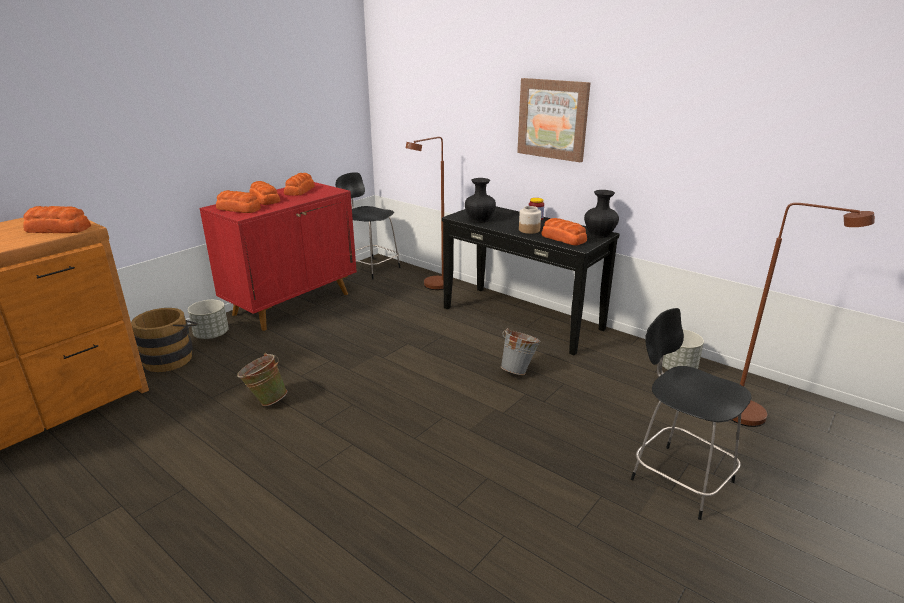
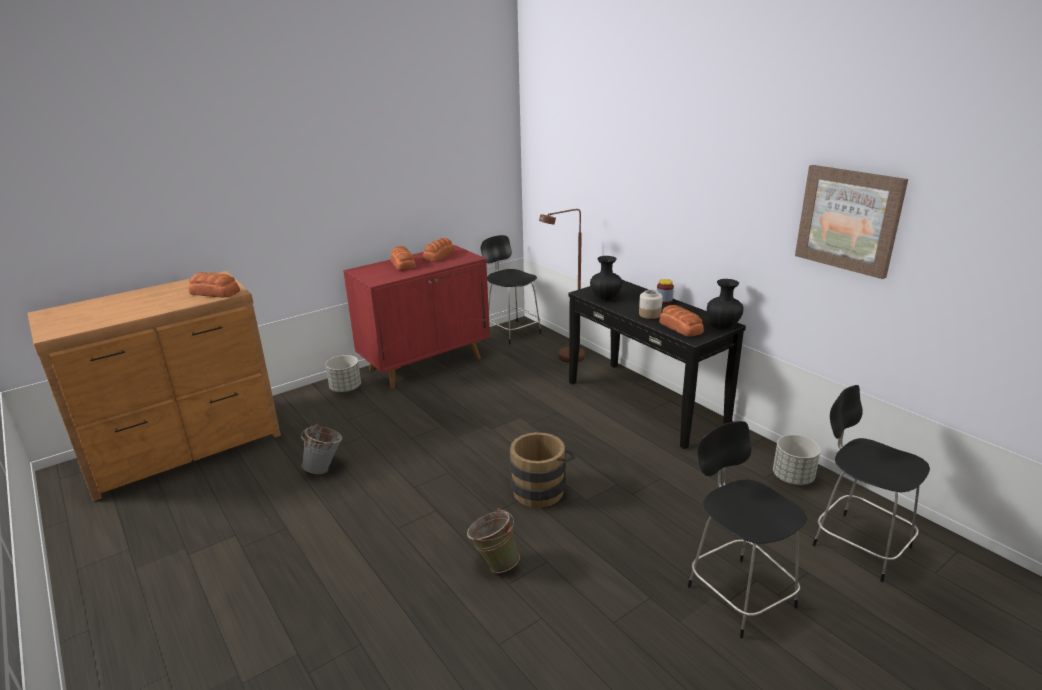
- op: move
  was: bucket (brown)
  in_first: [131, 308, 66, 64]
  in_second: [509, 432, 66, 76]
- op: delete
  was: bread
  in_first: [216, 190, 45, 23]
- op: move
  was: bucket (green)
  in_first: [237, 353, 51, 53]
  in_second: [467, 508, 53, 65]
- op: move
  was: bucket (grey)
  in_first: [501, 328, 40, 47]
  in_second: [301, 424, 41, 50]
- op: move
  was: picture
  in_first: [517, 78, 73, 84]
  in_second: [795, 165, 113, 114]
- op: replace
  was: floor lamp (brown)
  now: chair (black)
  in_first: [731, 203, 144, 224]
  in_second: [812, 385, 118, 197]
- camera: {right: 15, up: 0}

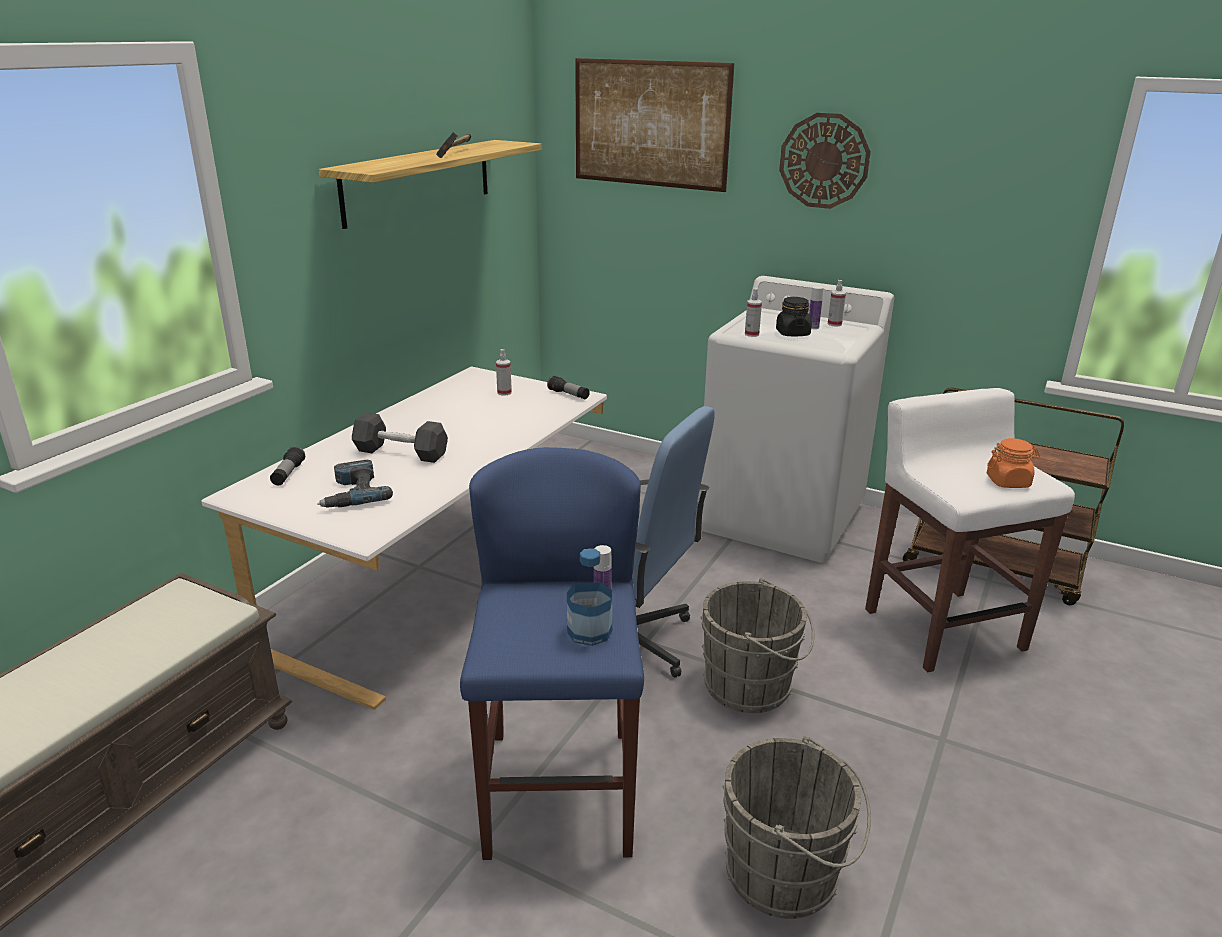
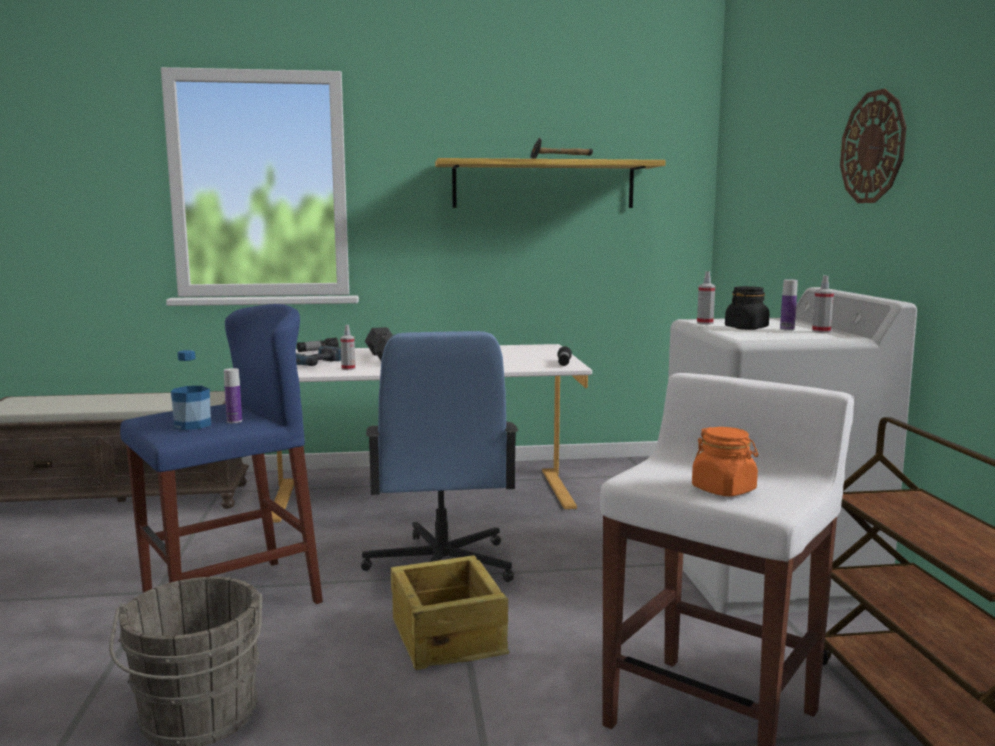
- op: move
  was: spray bottle
  in_first: [496, 349, 16, 47]
  in_second: [340, 325, 15, 45]
- op: delete
  was: picture
  in_first: [575, 58, 159, 134]
- op: replace
  was: bucket (grey)
  now: crate
  in_first: [700, 578, 114, 135]
  in_second: [391, 555, 118, 115]
- camera: {right: 55, up: -15}

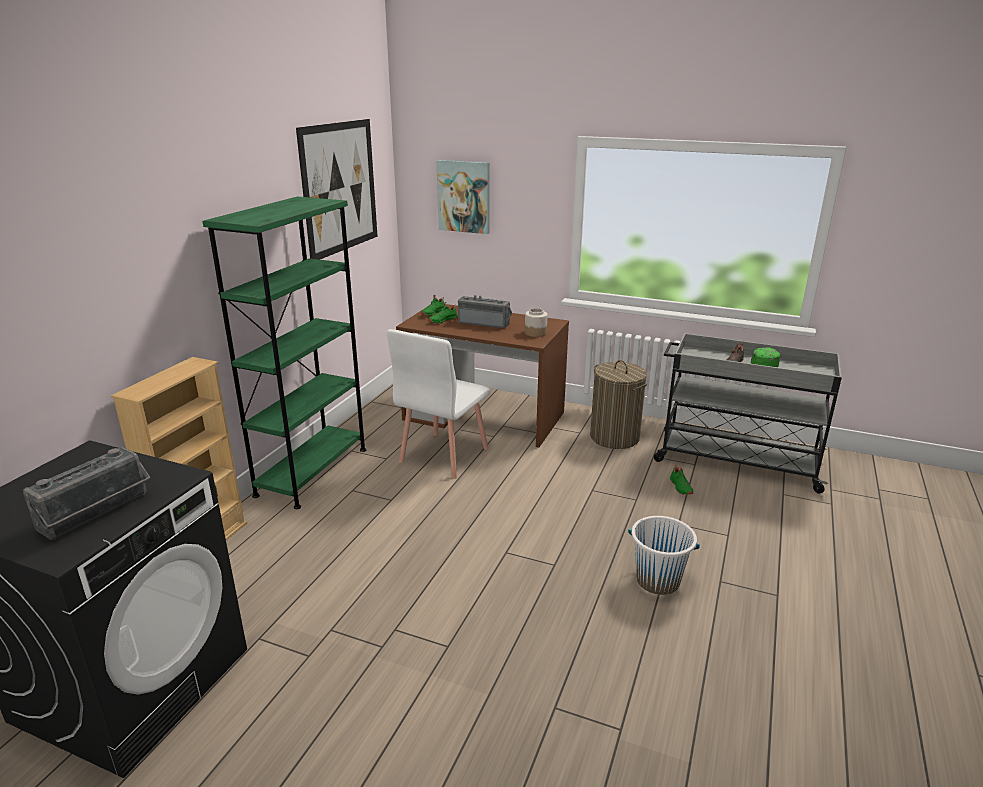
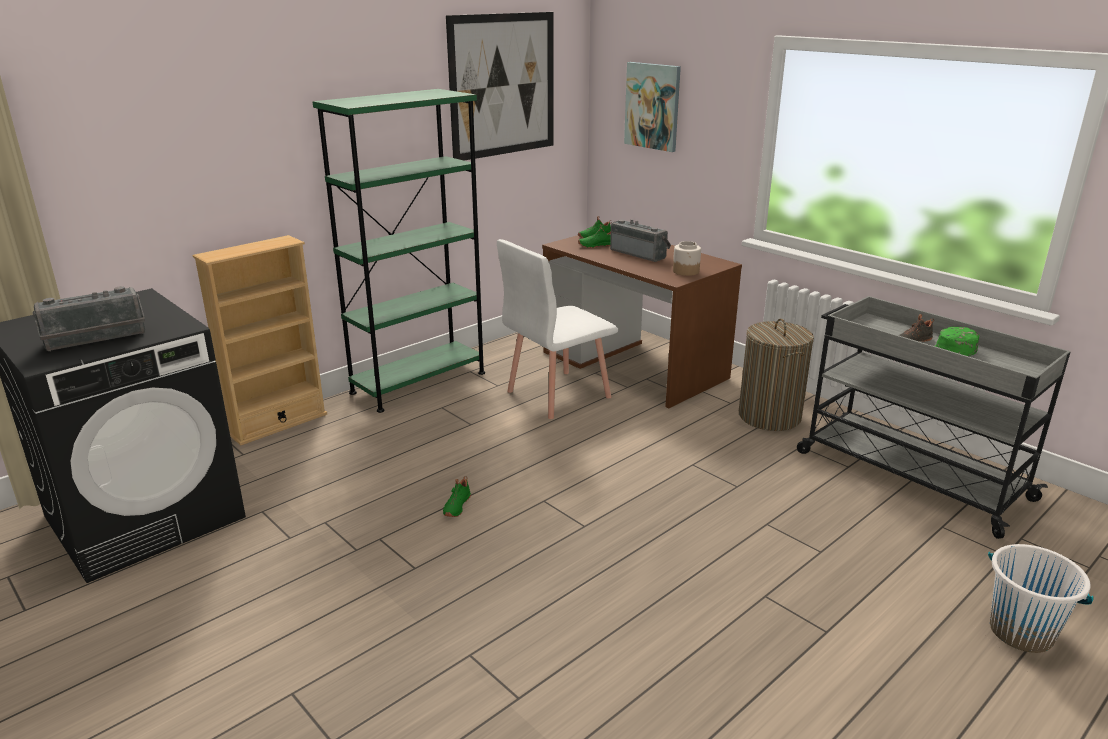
- op: move
  was: bucket (white)
  in_first: [628, 516, 72, 79]
  in_second: [988, 544, 105, 109]
- op: move
  was: shoe (green)
  in_first: [670, 465, 23, 30]
  in_second: [443, 476, 28, 41]
- camera: {right: 25, up: 0}

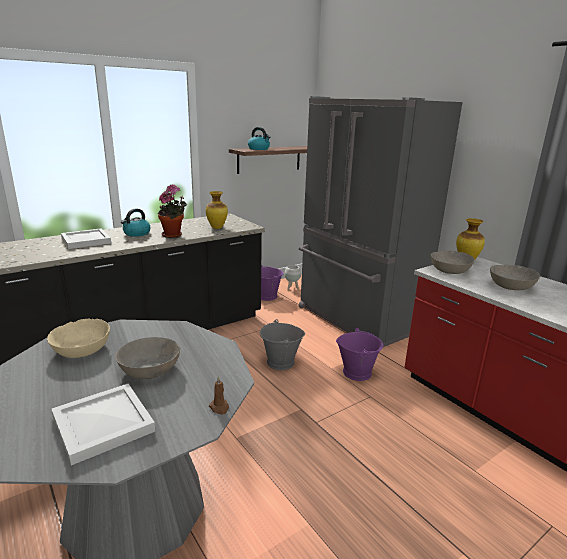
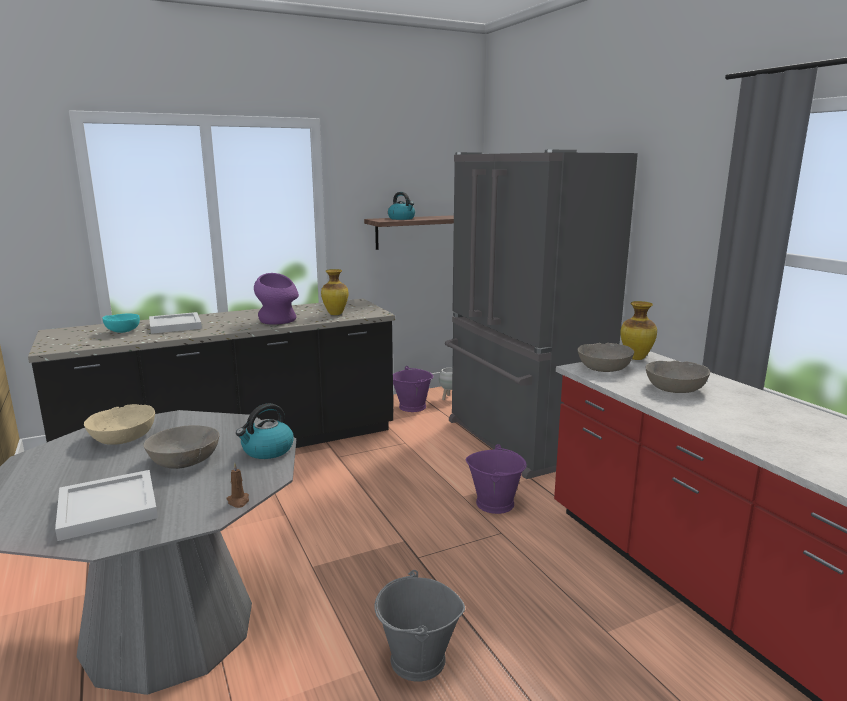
- op: move
  was: kettle
  in_first: [121, 208, 30, 29]
  in_second: [236, 403, 58, 56]
- op: replace
  was: potted plant
  now: vase (purple)
  in_first: [158, 184, 29, 54]
  in_second: [254, 273, 45, 52]
- op: move
  was: bucket (grey)
  in_first: [260, 319, 45, 51]
  in_second: [374, 570, 91, 112]
- op: insert
  now: bowl (turquoise)
  in_second: [102, 314, 38, 19]
- camera: {right: 10, up: -5}

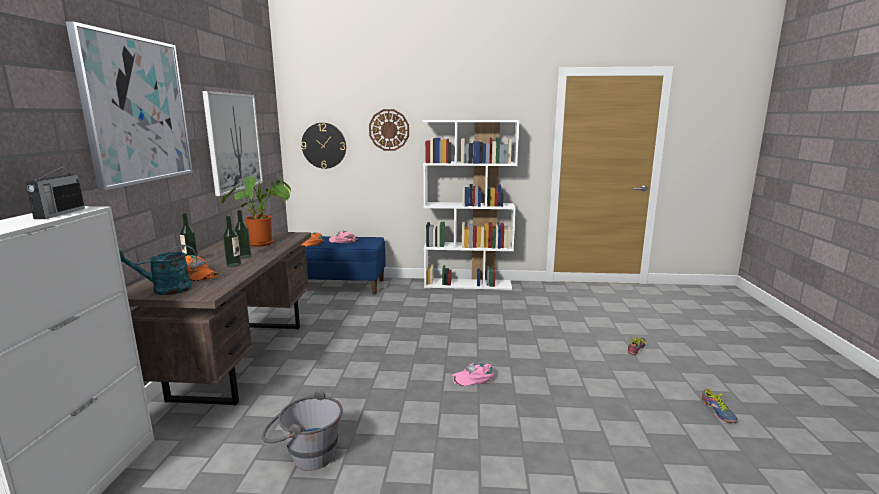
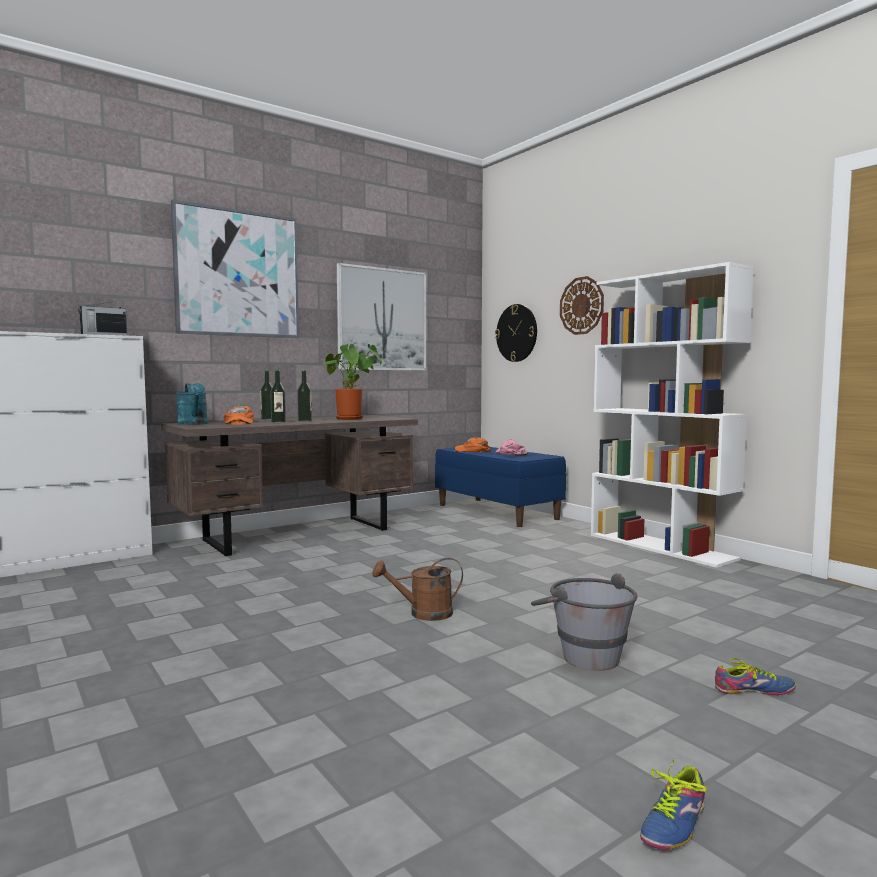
- op: rotate
  was: watering can (turquoise)
  in_first: [119, 245, 78, 50]
  in_second: [176, 383, 32, 42]
  clockwise: -150
- op: move
  was: bucket (grey)
  in_first: [262, 390, 81, 81]
  in_second: [531, 573, 106, 98]
- op: replace
  was: cap (pink)
  now: watering can (brown)
  in_first: [452, 363, 42, 23]
  in_second: [372, 558, 91, 63]
- camera: {right: 50, up: -10}

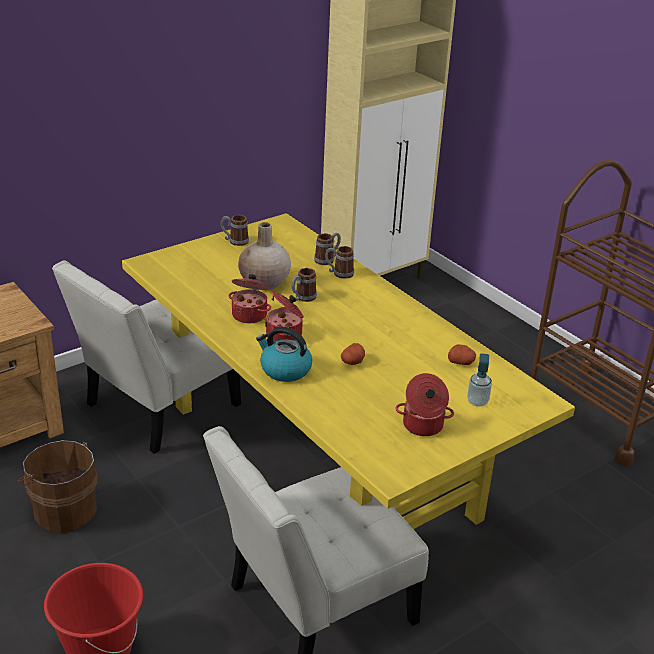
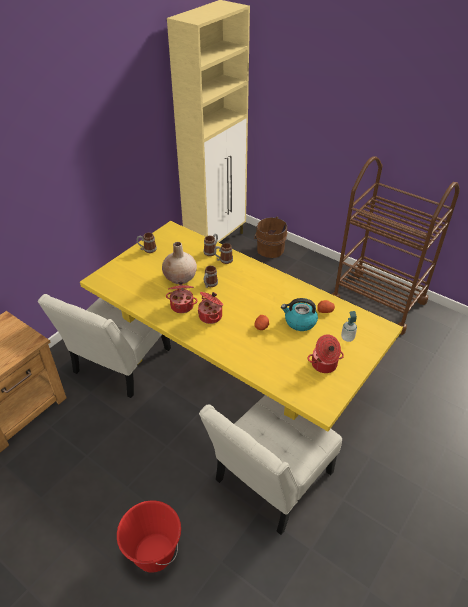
- op: move
  was: bucket (brown)
  in_first: [17, 440, 80, 93]
  in_second: [254, 216, 33, 42]
- op: move
  was: kettle
  in_first: [256, 327, 56, 55]
  in_second: [281, 298, 37, 33]
- camera: {right: -15, up: 10}

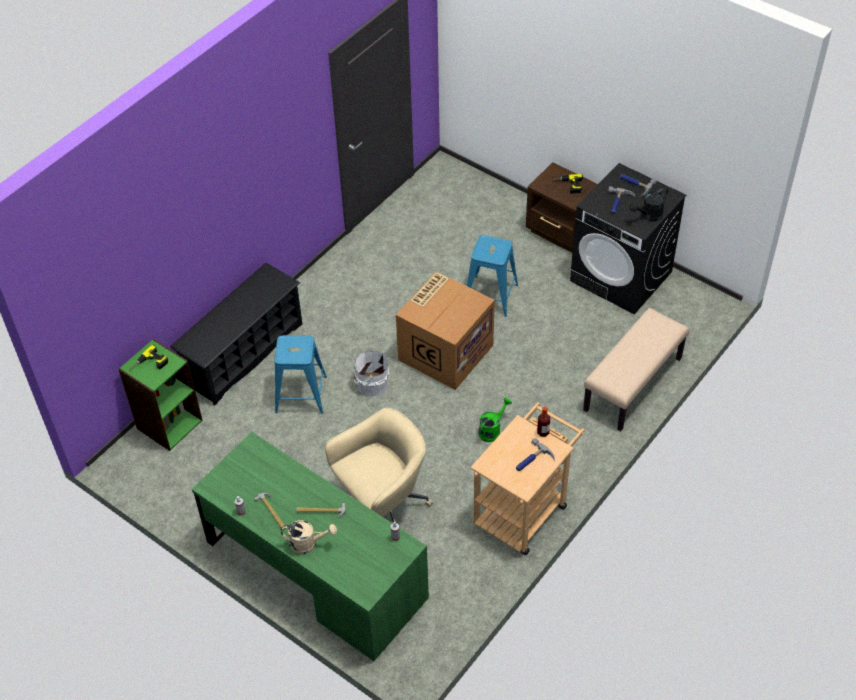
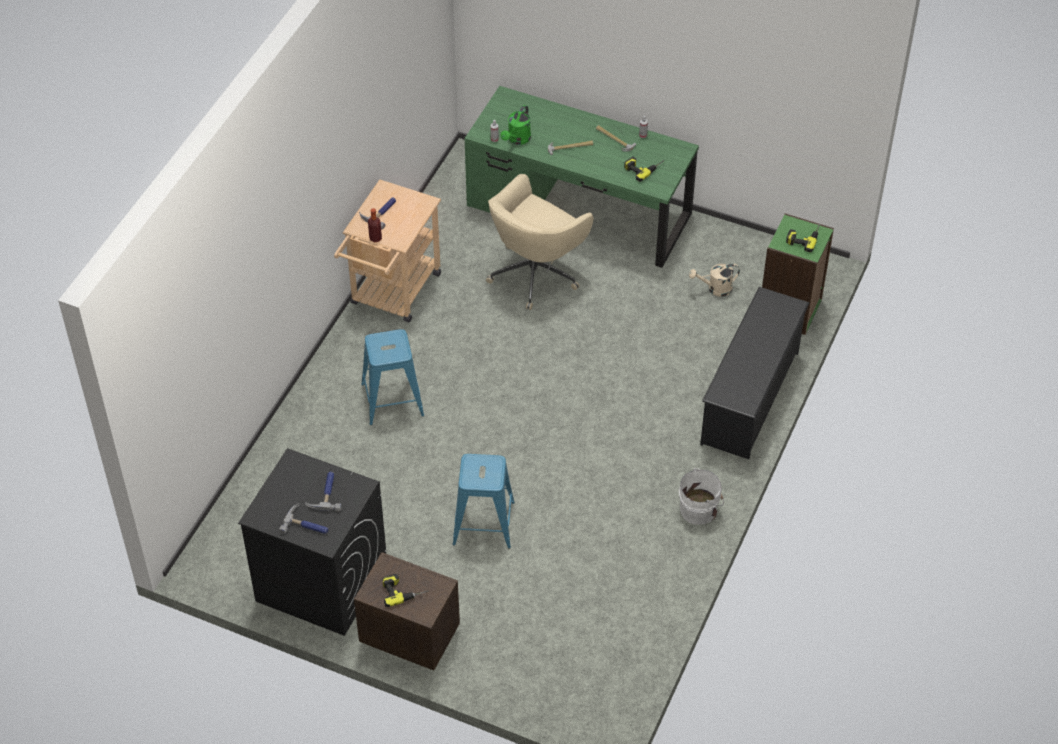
- op: move
  was: stool (blue)
  in_first: [275, 335, 52, 79]
  in_second: [361, 329, 63, 96]
- op: move
  was: watering can (beige)
  in_first: [281, 520, 56, 35]
  in_second: [689, 264, 51, 33]
- op: move
  was: bucket (white)
  in_first: [354, 349, 35, 47]
  in_second: [679, 468, 45, 57]
- op: delete
  was: cardboard box
  in_first: [396, 271, 99, 119]
- op: move
  was: watering can (green)
  in_first: [478, 398, 34, 44]
  in_second: [501, 105, 30, 40]
- op: delete
  was: bench (beige)
  in_first: [583, 308, 106, 123]
- op: delete
  was: watering can (black)
  in_first: [630, 188, 38, 33]
- op: insert
  now: power drill
  in_second: [624, 157, 40, 25]
- camera: {right: 165, up: 0}

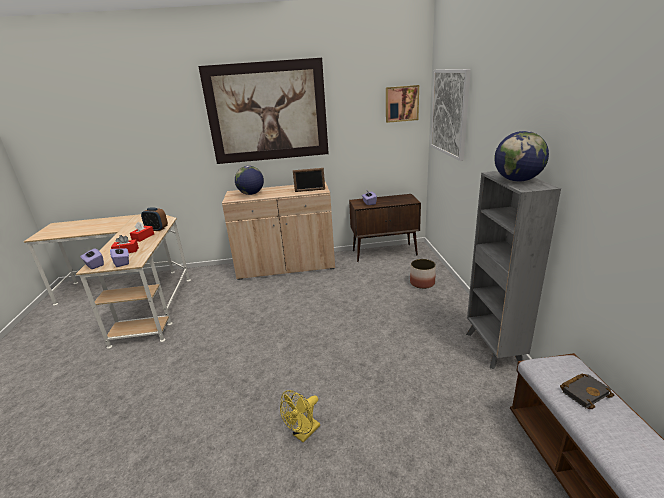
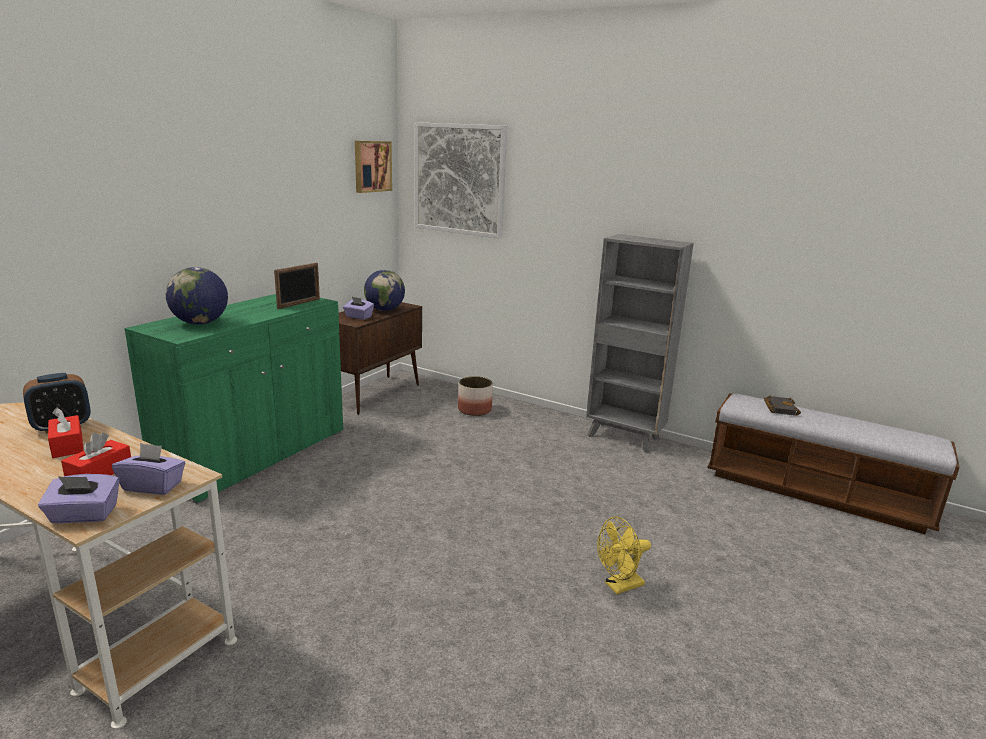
- op: delete
  was: picture
  in_first: [198, 58, 131, 106]
- op: recolor
  was: cabinet (beige)
  now: cabinet (green)
  in_first: [222, 182, 113, 98]
  in_second: [124, 294, 219, 210]
- op: rotate
  was: fan (yellow)
  in_first: [280, 390, 40, 52]
  in_second: [597, 517, 54, 77]
  clockwise: 75
- op: move
  was: globe
  in_first: [494, 131, 55, 51]
  in_second: [364, 270, 41, 41]
- camera: {right: -55, up: -5}

